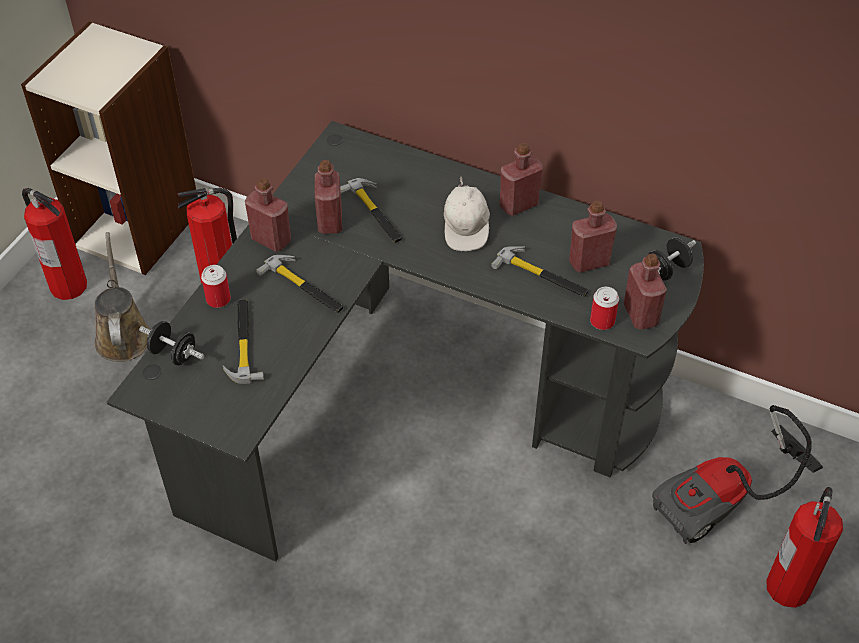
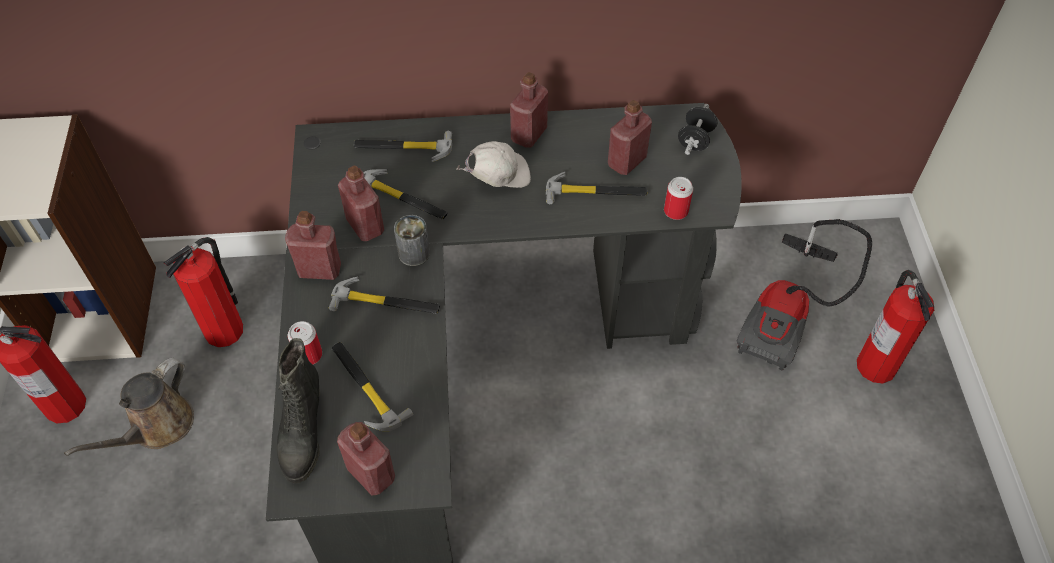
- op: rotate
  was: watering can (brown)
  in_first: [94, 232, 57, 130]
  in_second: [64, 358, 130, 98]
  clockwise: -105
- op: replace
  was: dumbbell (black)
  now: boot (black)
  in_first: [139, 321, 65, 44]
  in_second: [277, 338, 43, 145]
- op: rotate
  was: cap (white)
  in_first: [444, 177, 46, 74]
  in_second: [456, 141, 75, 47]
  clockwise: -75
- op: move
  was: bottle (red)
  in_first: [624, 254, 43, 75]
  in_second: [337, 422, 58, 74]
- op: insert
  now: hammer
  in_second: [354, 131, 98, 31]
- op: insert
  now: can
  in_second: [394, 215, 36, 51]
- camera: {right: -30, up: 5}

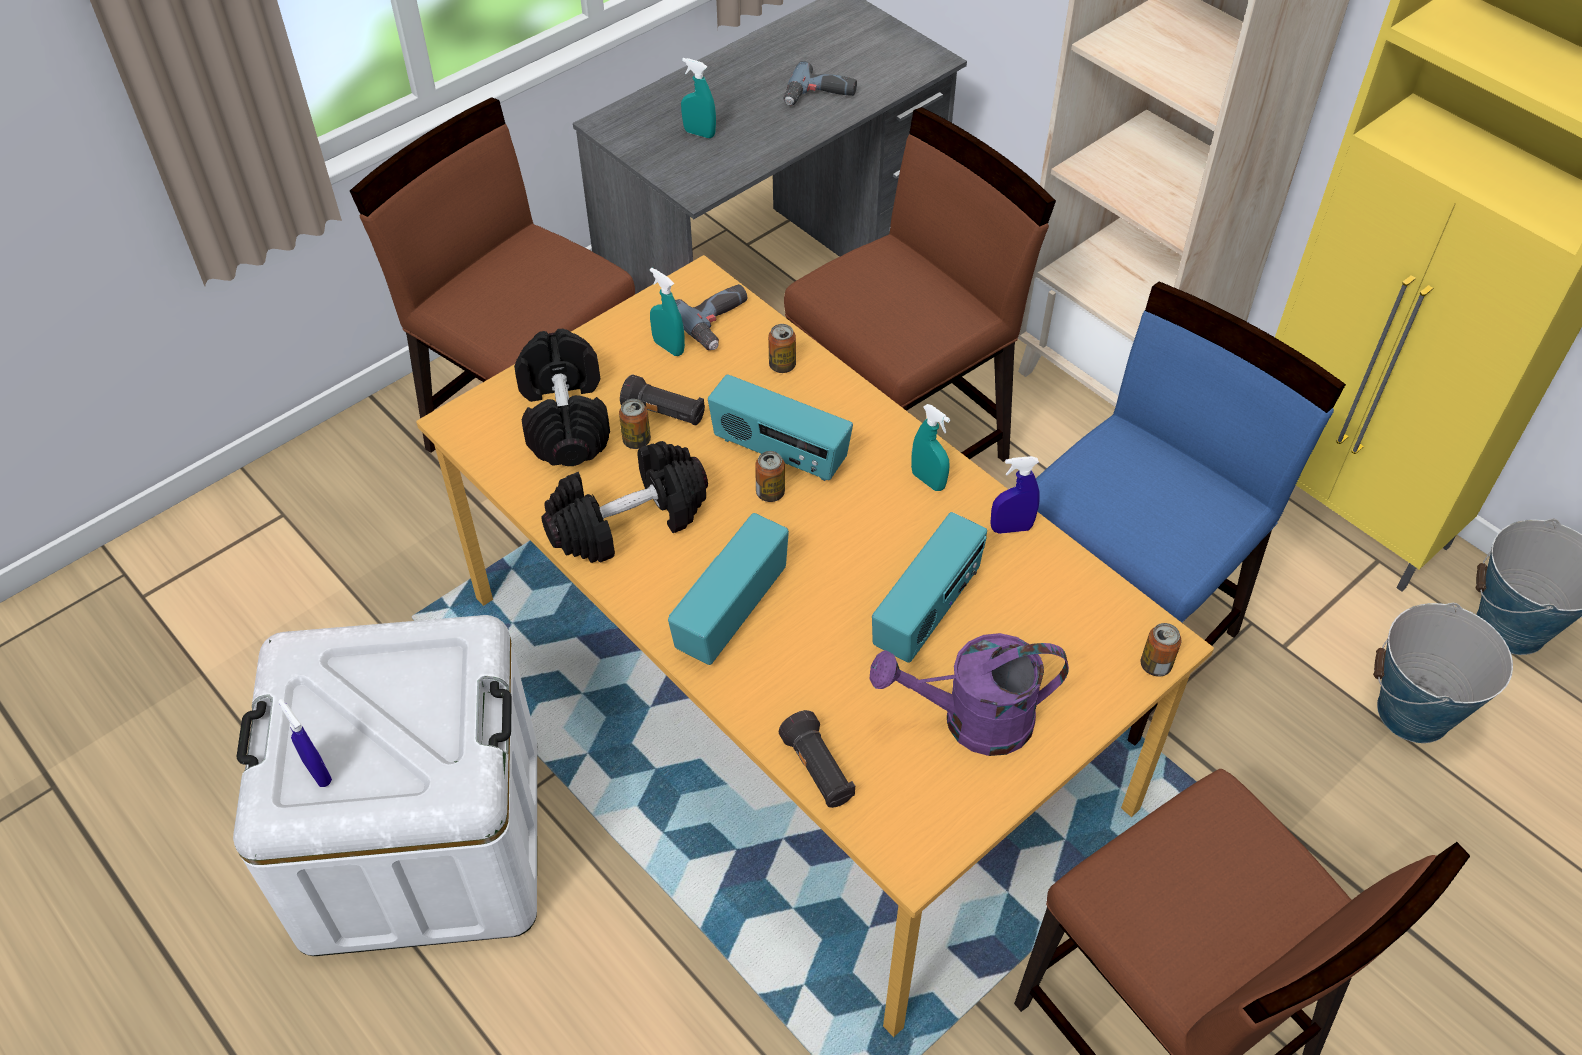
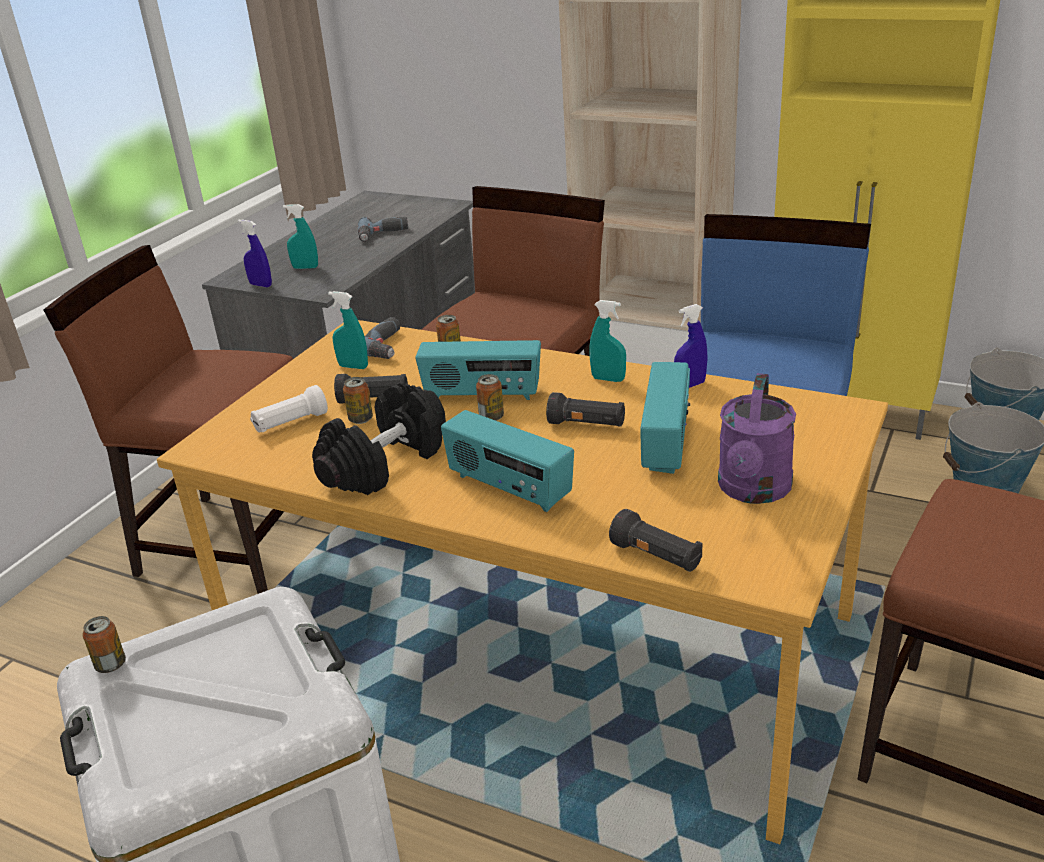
- op: move
  was: spray bottle (blue)
  in_first: [278, 699, 54, 88]
  in_second: [238, 220, 34, 67]
- op: replace
  was: dumbbell (black)
  now: flashlight (white)
  in_first: [514, 329, 96, 137]
  in_second: [250, 385, 78, 48]
- op: rotate
  was: radio
  in_first: [668, 513, 121, 152]
  in_second: [441, 410, 133, 102]
  clockwise: -60
- op: rotate
  was: watering can (purple)
  in_first: [870, 633, 199, 123]
  in_second: [718, 373, 78, 131]
  clockwise: -45
- op: move
  was: can
  in_first: [1141, 623, 40, 54]
  in_second: [82, 616, 44, 57]
- op: insert
  now: flashlight (black)
  in_second: [546, 392, 79, 35]
- camera: {right: -20, up: -20}

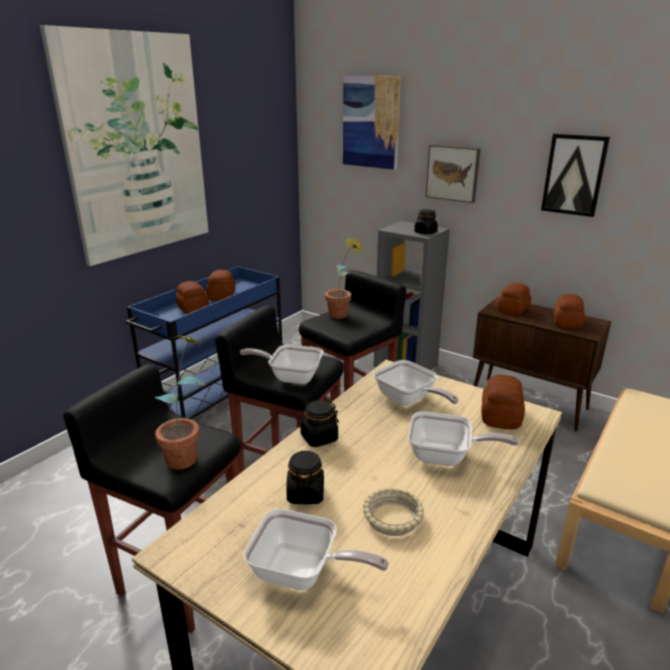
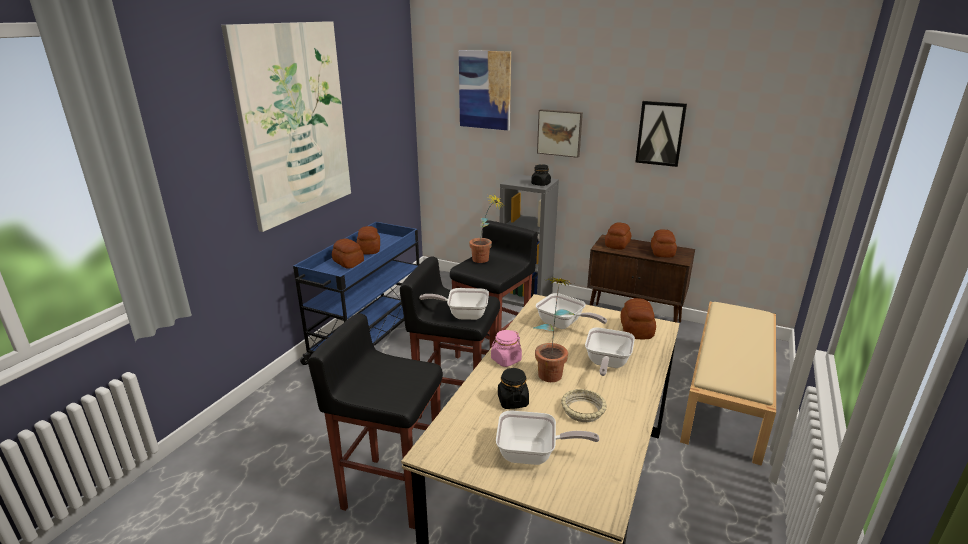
- op: move
  was: potted plant
  in_first: [155, 335, 50, 135]
  in_second: [533, 278, 42, 104]
- op: recolor
  was: jar (black)
  now: jar (pink)
  in_first: [298, 400, 41, 47]
  in_second: [491, 330, 31, 37]
- op: rotate
  was: frying pan
  in_first: [408, 412, 111, 54]
  in_second: [585, 327, 50, 49]
  clockwise: 105
- camera: {right: -10, up: 0}

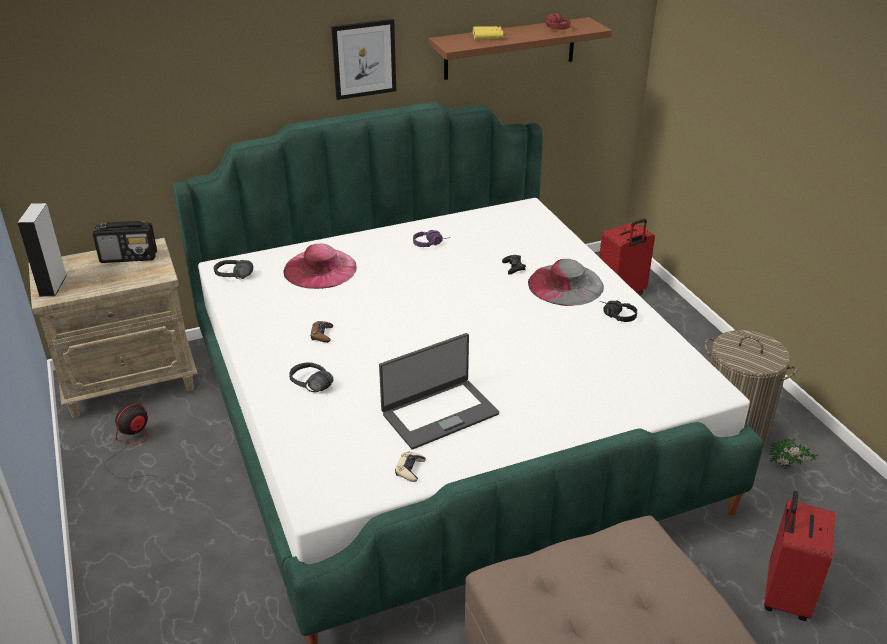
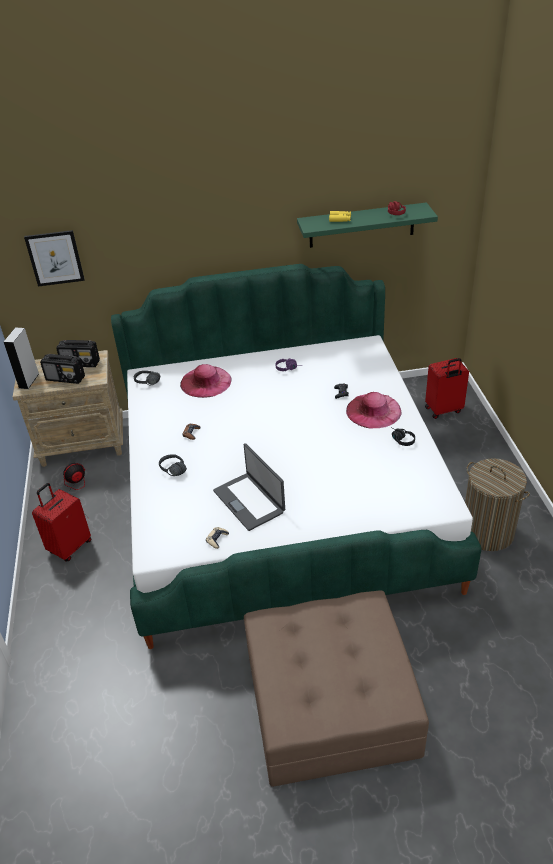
- op: move
  was: picture
  in_first: [331, 19, 65, 81]
  in_second: [24, 230, 61, 56]
- op: rotate
  was: laptop
  in_first: [379, 333, 120, 116]
  in_second: [213, 443, 72, 88]
  clockwise: 75
- op: recolor
  was: shelf (brown)
  now: shelf (green)
  in_first: [429, 17, 183, 63]
  in_second: [297, 202, 141, 46]
- op: recolor
  was: hat (grey)
  now: hat (pink)
  in_first: [528, 259, 76, 47]
  in_second: [346, 392, 56, 36]
- op: move
  was: suitcase (red)
  in_first: [764, 491, 71, 130]
  in_second: [32, 483, 60, 79]
- op: delete
  was: potted plant
  in_first: [768, 437, 51, 32]
- op: insert
  now: radio
  in_second: [40, 353, 45, 31]
- camera: {right: 15, up: 5}

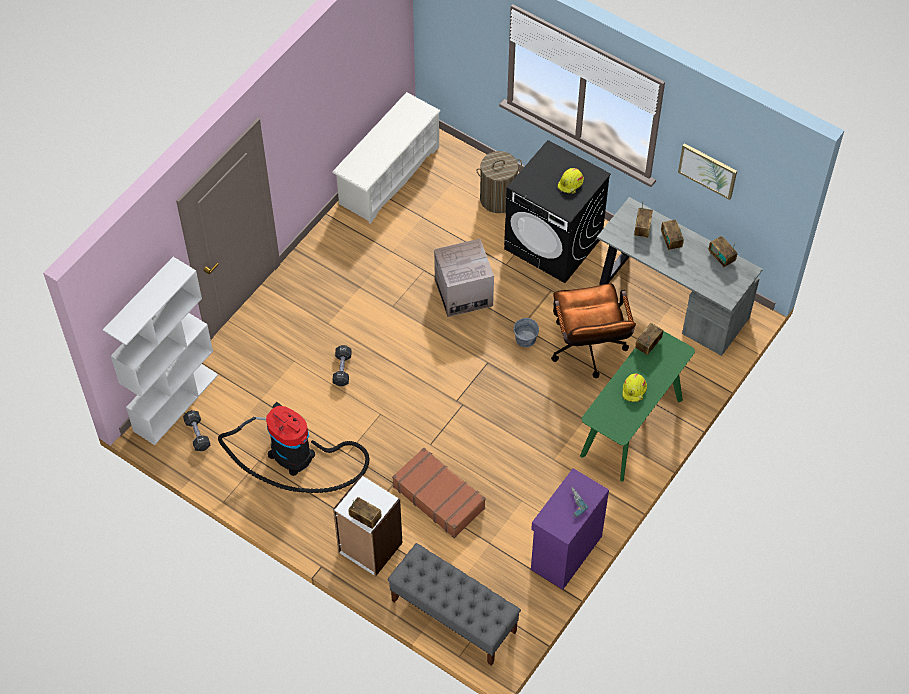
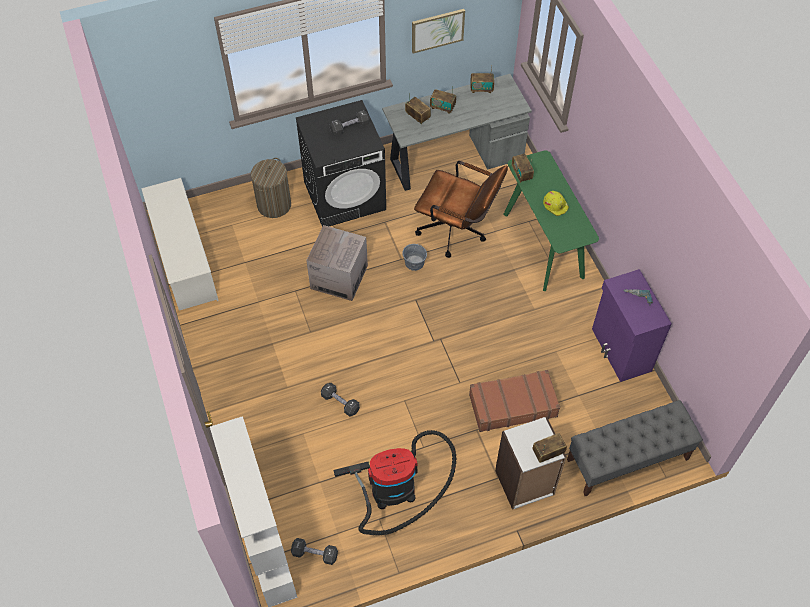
- op: replace
  was: hard hat (yellow)
  now: dumbbell (black)
  in_first: [557, 168, 27, 26]
  in_second: [330, 110, 40, 26]
- camera: {right: -55, up: 0}

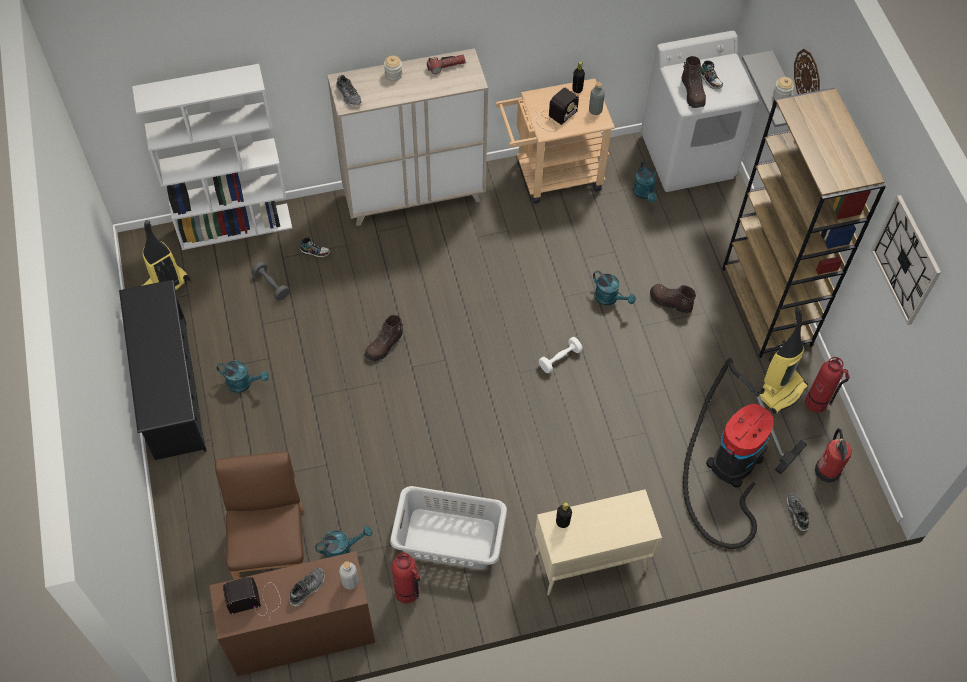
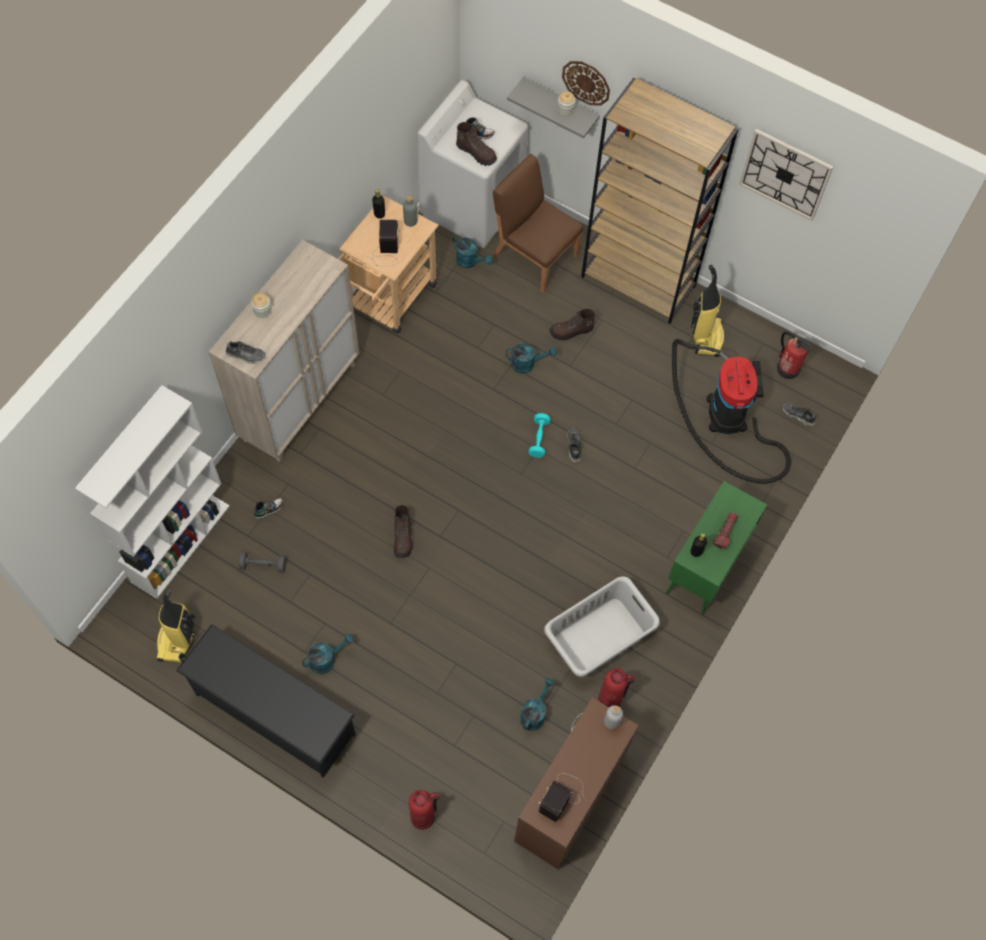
- op: move
  was: chair (brown)
  in_first: [215, 452, 89, 127]
  in_second: [492, 154, 91, 139]
- op: move
  was: shoe
  in_first: [289, 568, 36, 39]
  in_second: [568, 427, 14, 35]
- op: move
  was: flashlight
  in_first: [427, 55, 39, 19]
  in_second: [713, 512, 25, 37]
- op: recolor
  was: cabinet (beige)
  now: cabinet (green)
  in_first: [535, 489, 127, 106]
  in_second: [665, 481, 102, 134]
- op: recolor
  was: dumbbell (white)
  now: dumbbell (turquoise)
  in_first: [539, 337, 44, 36]
  in_second: [528, 413, 23, 45]
- op: move
  was: fire extinguisher
  in_first: [805, 357, 45, 56]
  in_second: [409, 790, 31, 40]
- camera: {right: -45, up: 5}

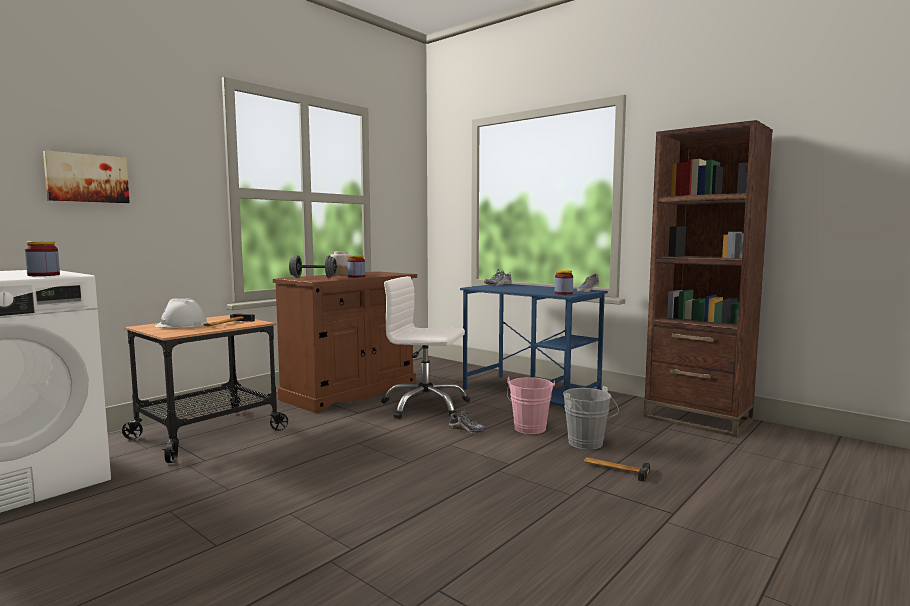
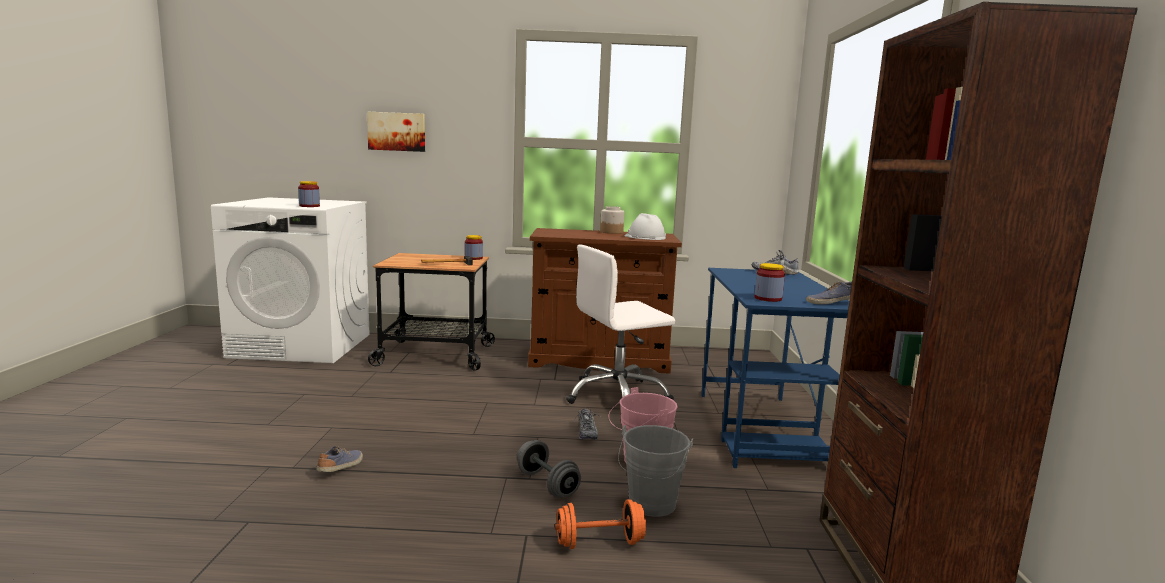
- op: move
  was: hard hat (white)
  in_first: [155, 298, 52, 30]
  in_second: [625, 213, 41, 27]
- op: move
  was: dumbbell (grey)
  in_first: [289, 255, 48, 23]
  in_second: [517, 440, 64, 57]
- op: move
  was: jar
  in_first: [348, 255, 17, 23]
  in_second: [465, 235, 18, 25]
- op: rotate
  was: office chair (white)
  in_first: [381, 276, 89, 143]
  in_second: [566, 244, 109, 160]
  clockwise: -90
- op: replace
  was: hammer
  now: dumbbell (orange)
  in_first: [584, 457, 66, 25]
  in_second: [555, 499, 91, 50]
- op: insert
  now: shoe
  in_second: [317, 446, 46, 26]
- camera: {right: 50, up: 5}

